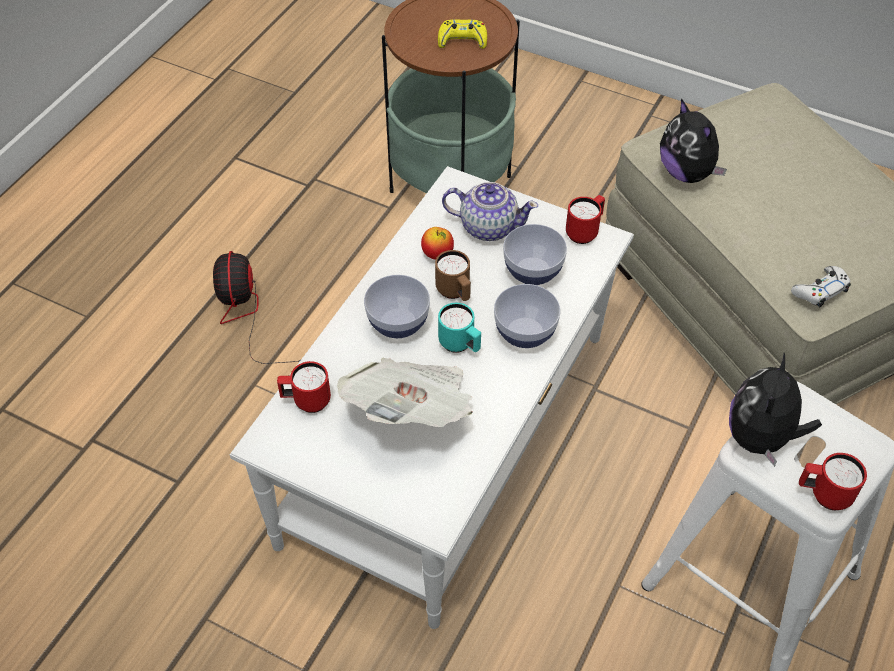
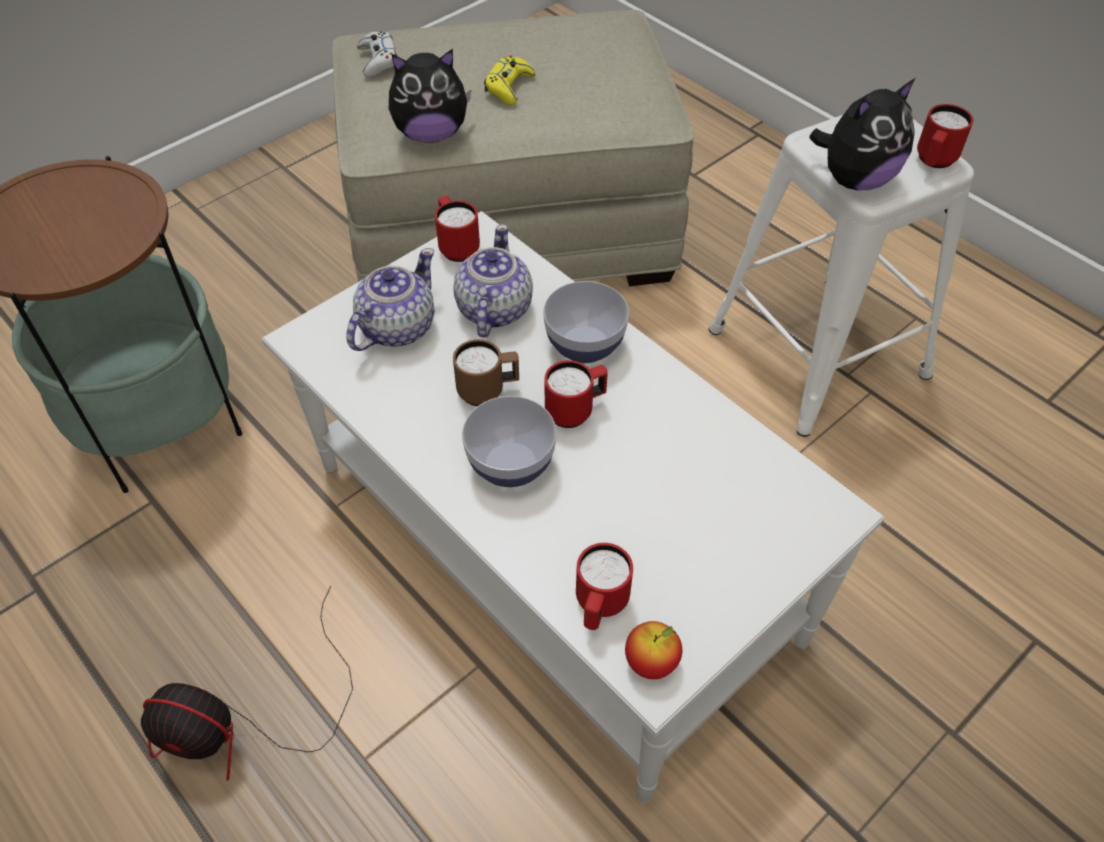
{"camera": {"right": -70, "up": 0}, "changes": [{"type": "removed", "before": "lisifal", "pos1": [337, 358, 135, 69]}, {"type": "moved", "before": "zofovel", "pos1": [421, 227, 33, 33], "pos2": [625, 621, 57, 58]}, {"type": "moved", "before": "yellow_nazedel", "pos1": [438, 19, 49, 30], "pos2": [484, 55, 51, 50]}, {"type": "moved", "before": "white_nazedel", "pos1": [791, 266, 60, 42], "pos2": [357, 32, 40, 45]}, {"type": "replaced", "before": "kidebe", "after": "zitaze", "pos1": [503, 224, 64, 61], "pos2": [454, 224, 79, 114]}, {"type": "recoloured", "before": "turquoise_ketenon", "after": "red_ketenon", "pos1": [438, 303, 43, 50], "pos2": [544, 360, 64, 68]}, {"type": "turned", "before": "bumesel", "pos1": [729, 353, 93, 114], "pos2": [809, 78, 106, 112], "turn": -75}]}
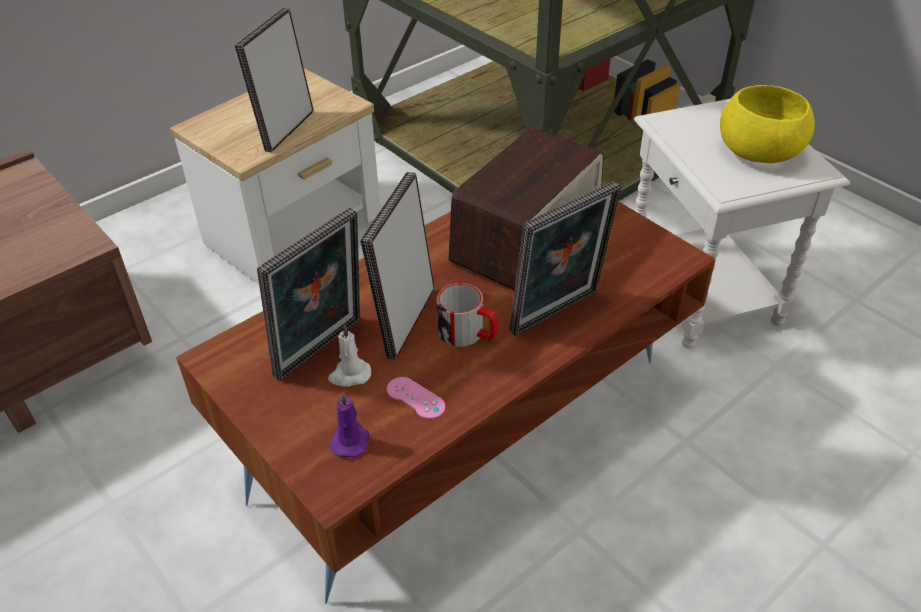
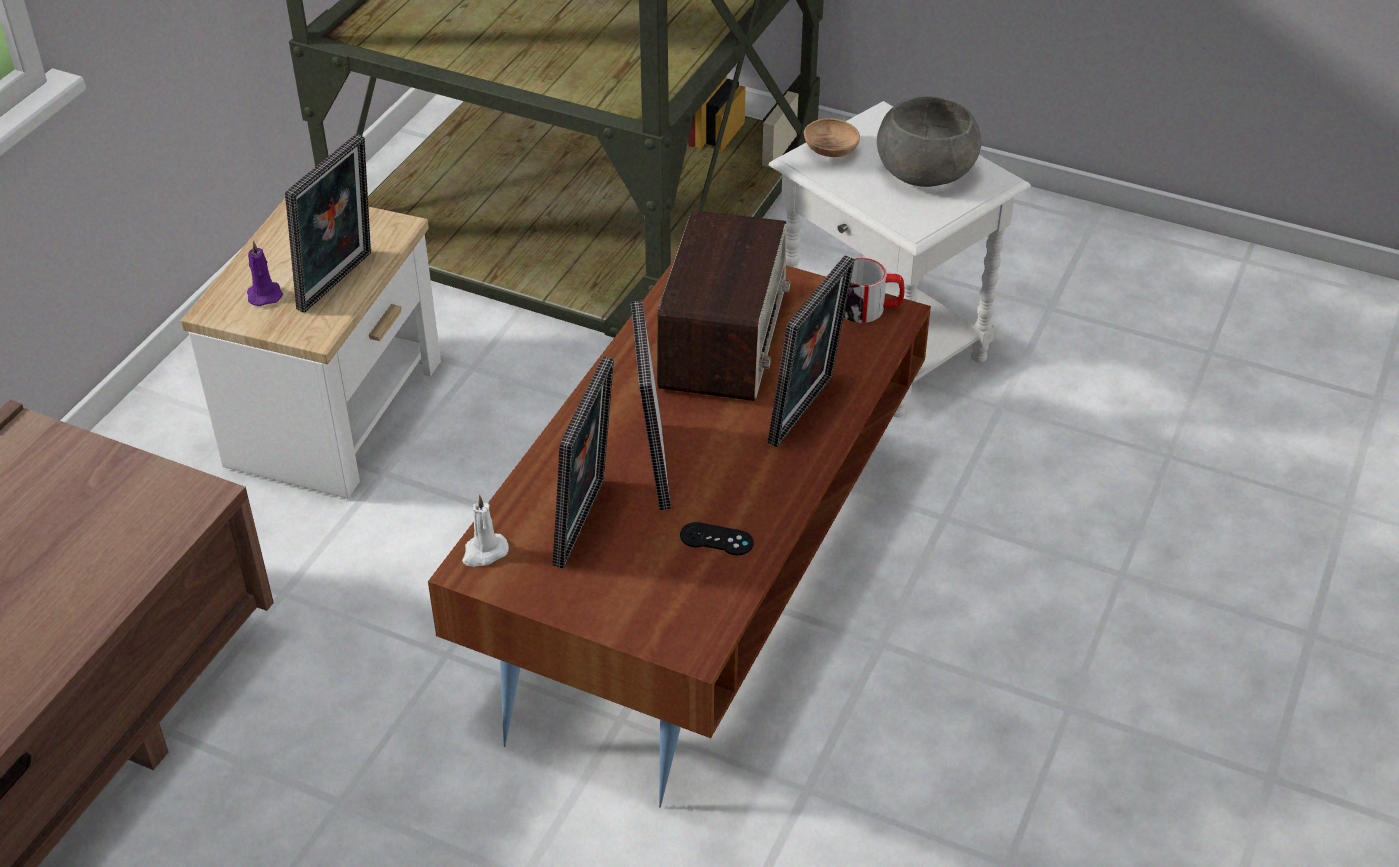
{"camera": {"right": -25, "up": 0}, "changes": [{"type": "added", "after": "brown_kidebe", "pos2": [804, 118, 56, 39]}, {"type": "moved", "before": "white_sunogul", "pos1": [328, 324, 43, 63], "pos2": [462, 495, 47, 72]}, {"type": "moved", "before": "purple_sunogul", "pos1": [329, 392, 40, 65], "pos2": [247, 240, 36, 66]}, {"type": "moved", "before": "ketenon", "pos1": [437, 283, 61, 64], "pos2": [844, 258, 61, 65]}, {"type": "recoloured", "before": "pink_nazedel", "after": "black_nazedel", "pos1": [387, 377, 58, 42], "pos2": [680, 522, 74, 33]}, {"type": "recoloured", "before": "yellow_kidebe", "after": "grey_kidebe", "pos1": [720, 85, 95, 78], "pos2": [877, 96, 105, 91]}, {"type": "turned", "before": "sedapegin", "pos1": [235, 8, 79, 144], "pos2": [285, 134, 86, 179], "turn": -150}]}
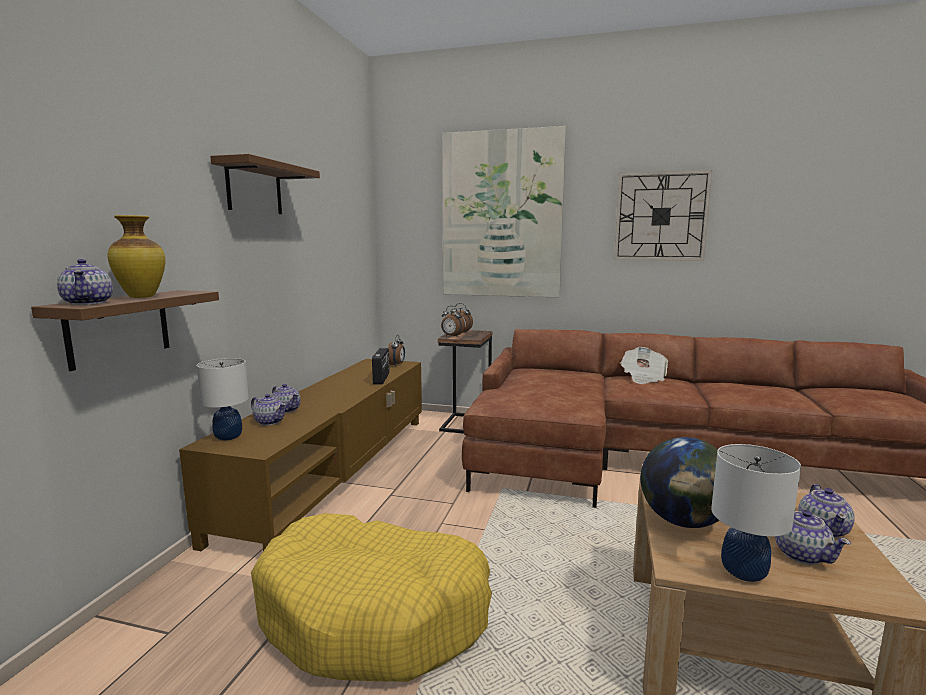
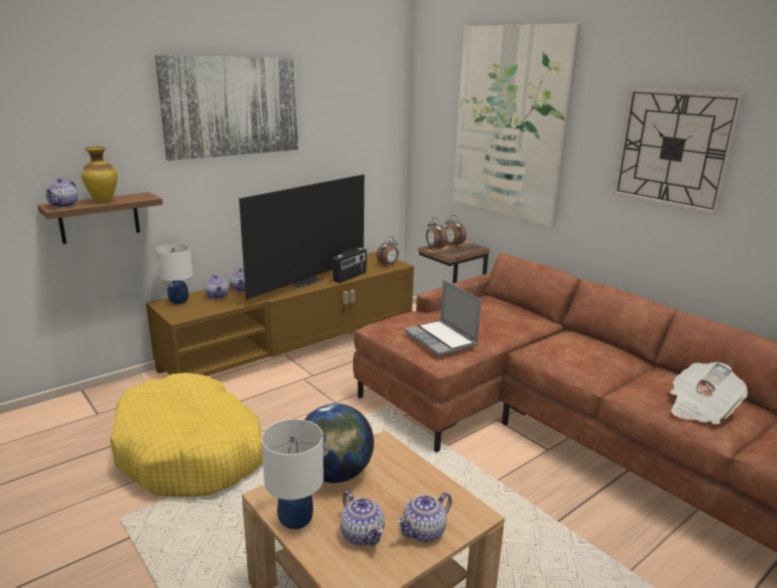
{"camera": {"right": 35, "up": 10}, "changes": [{"type": "added", "after": "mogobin", "pos2": [239, 174, 125, 126]}, {"type": "added", "after": "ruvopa", "pos2": [404, 279, 78, 77]}, {"type": "moved", "before": "lisifal", "pos1": [620, 347, 48, 37], "pos2": [670, 362, 78, 62]}, {"type": "replaced", "before": "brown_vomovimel", "after": "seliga", "pos1": [210, 154, 110, 60], "pos2": [155, 55, 143, 106]}, {"type": "turned", "before": "zitaze", "pos1": [775, 510, 76, 55], "pos2": [340, 491, 45, 55], "turn": -45}]}
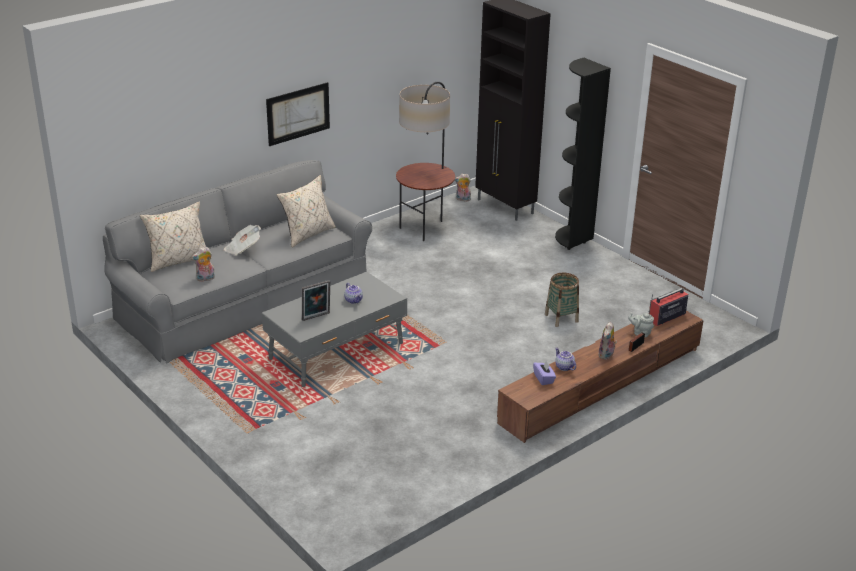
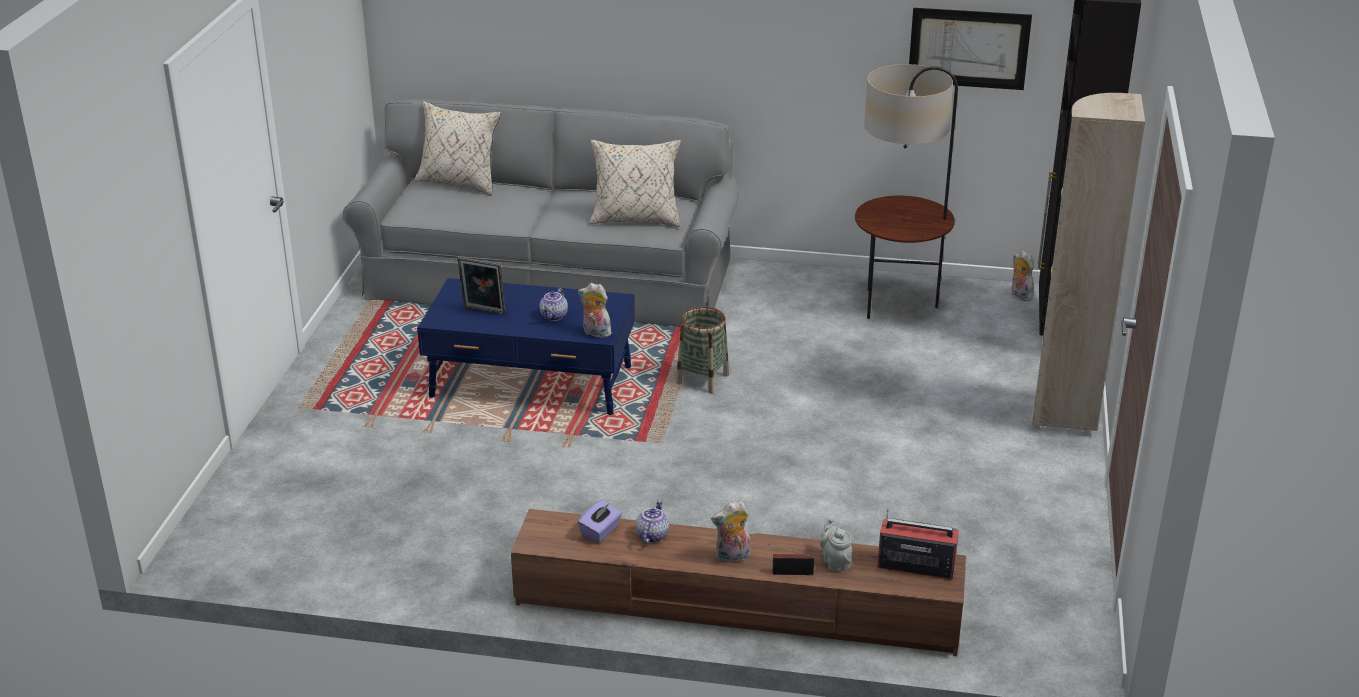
{"camera": {"right": 50, "up": 0}, "changes": [{"type": "removed", "before": "lisifal", "pos1": [224, 225, 37, 31]}, {"type": "moved", "before": "bumesel", "pos1": [191, 247, 24, 35], "pos2": [578, 283, 36, 55]}, {"type": "moved", "before": "seliga", "pos1": [266, 82, 64, 64], "pos2": [909, 8, 123, 82]}, {"type": "moved", "before": "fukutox", "pos1": [545, 273, 34, 54], "pos2": [676, 306, 53, 87]}, {"type": "recoloured", "before": "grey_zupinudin", "after": "blue_zupinudin", "pos1": [262, 272, 145, 115], "pos2": [417, 278, 218, 137]}, {"type": "recoloured", "before": "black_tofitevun", "after": "beige_tofitevun", "pos1": [555, 58, 56, 192], "pos2": [1032, 93, 113, 340]}]}
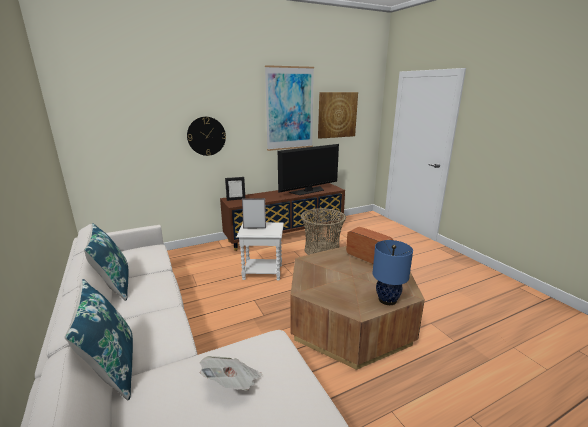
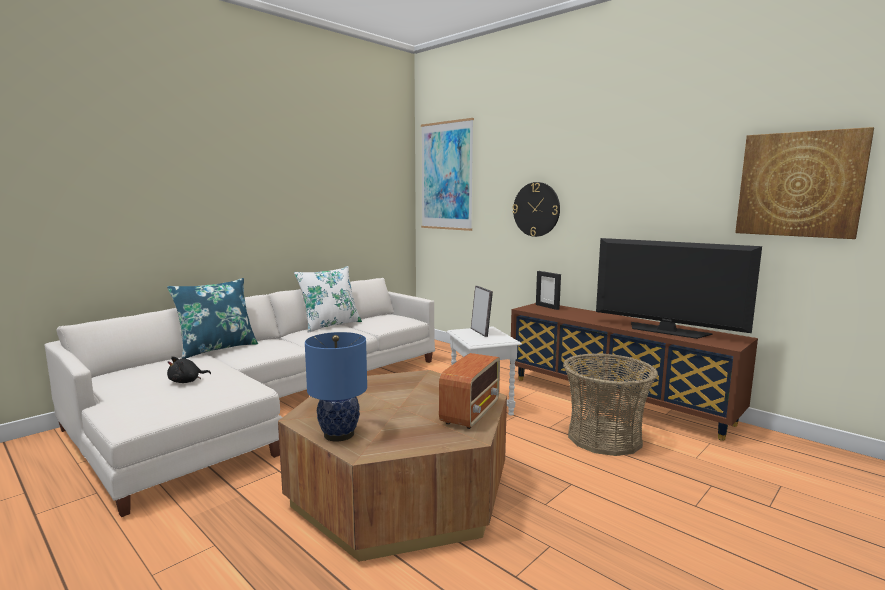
{"camera": {"right": 70, "up": -10}, "changes": [{"type": "moved", "before": "seliga", "pos1": [265, 65, 49, 86], "pos2": [421, 118, 53, 113]}, {"type": "replaced", "before": "lisifal", "after": "black_bumesel", "pos1": [199, 356, 63, 35], "pos2": [167, 357, 44, 26]}, {"type": "recoloured", "before": "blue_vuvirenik", "after": "white_vuvirenik", "pos1": [84, 223, 45, 78], "pos2": [294, 266, 68, 67]}]}
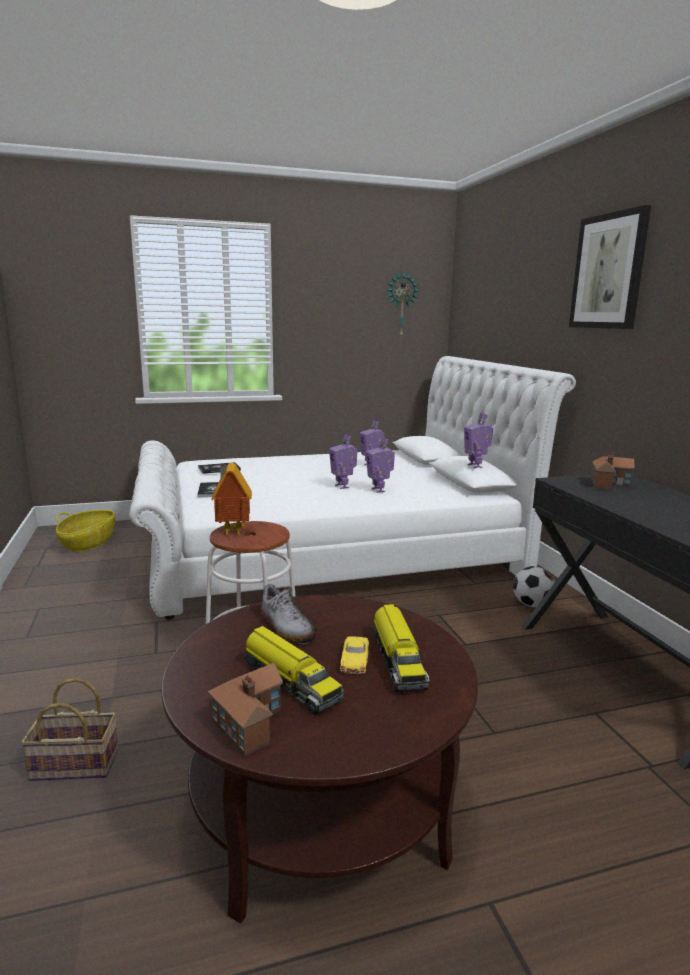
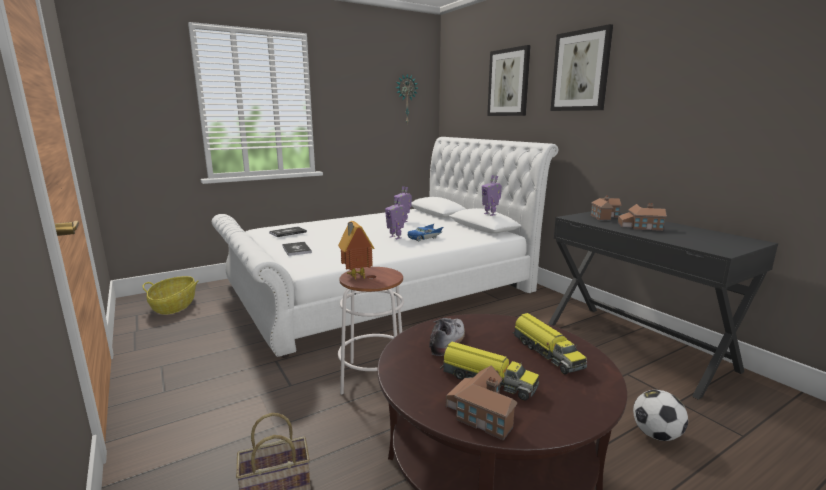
{"camera": {"right": -15, "up": 0}, "changes": [{"type": "removed", "before": "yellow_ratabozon", "pos1": [340, 636, 29, 39]}, {"type": "added", "after": "seliga", "pos2": [487, 45, 44, 71]}, {"type": "added", "after": "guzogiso", "pos2": [618, 203, 49, 28]}, {"type": "moved", "before": "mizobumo", "pos1": [513, 566, 42, 42], "pos2": [633, 390, 55, 51]}, {"type": "replaced", "before": "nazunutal", "after": "blue_ratabozon", "pos1": [366, 437, 29, 56], "pos2": [408, 224, 35, 17]}, {"type": "turned", "before": "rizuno", "pos1": [261, 584, 56, 60], "pos2": [429, 318, 36, 38], "turn": -105}]}
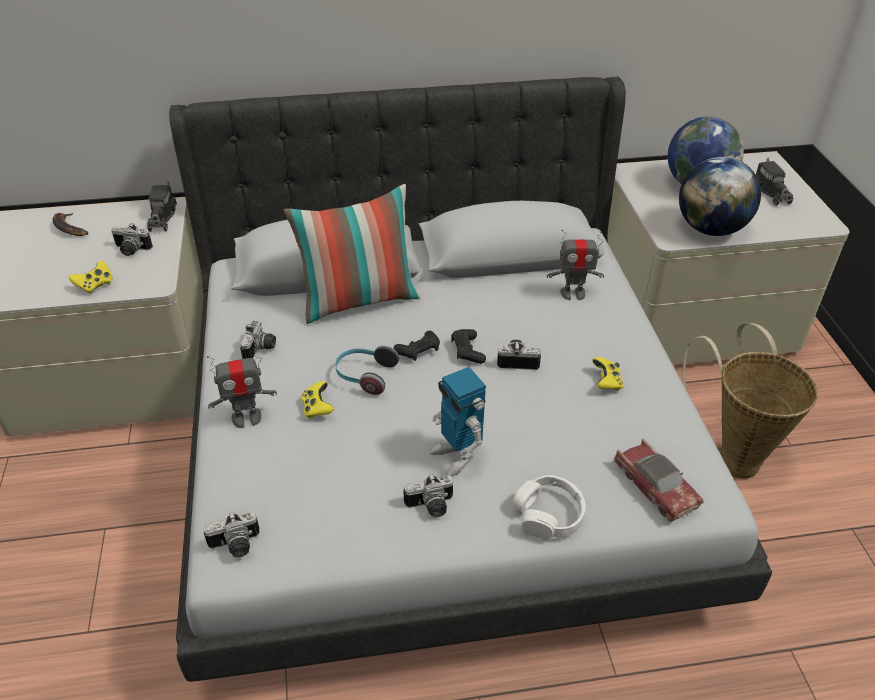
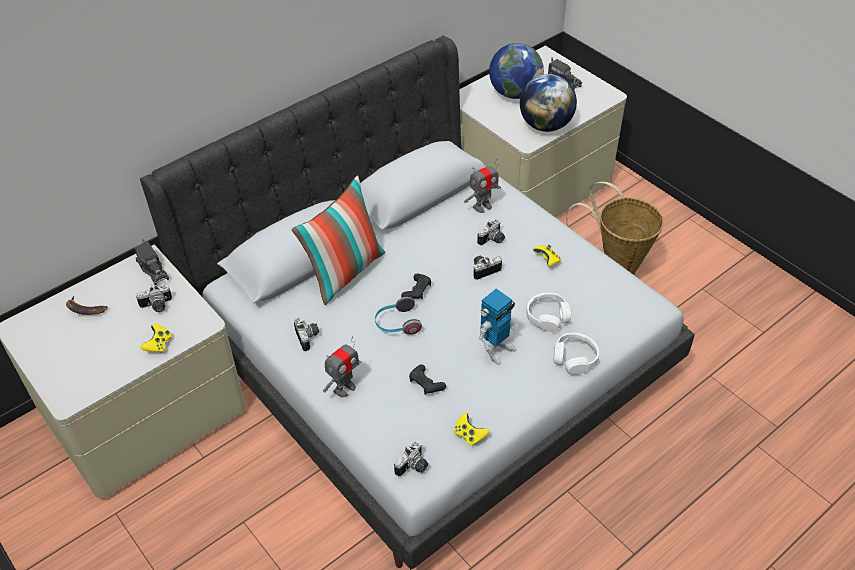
{"camera": {"right": -30, "up": 5}, "changes": [{"type": "removed", "before": "ratabozon", "pos1": [614, 438, 90, 84]}, {"type": "added", "after": "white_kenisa", "pos2": [527, 292, 44, 40]}, {"type": "moved", "before": "yellow_nazedel", "pos1": [301, 381, 33, 38], "pos2": [454, 413, 35, 33]}, {"type": "moved", "before": "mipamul", "pos1": [403, 474, 50, 44], "pos2": [477, 219, 28, 27]}, {"type": "moved", "before": "black_nazedel", "pos1": [451, 329, 35, 35], "pos2": [409, 364, 37, 31]}, {"type": "turned", "before": "nazunutal", "pos1": [429, 367, 57, 110], "pos2": [479, 289, 38, 76], "turn": -75}]}
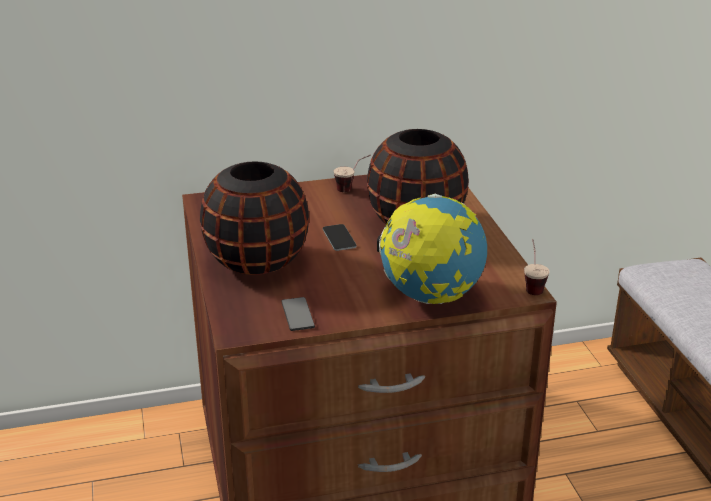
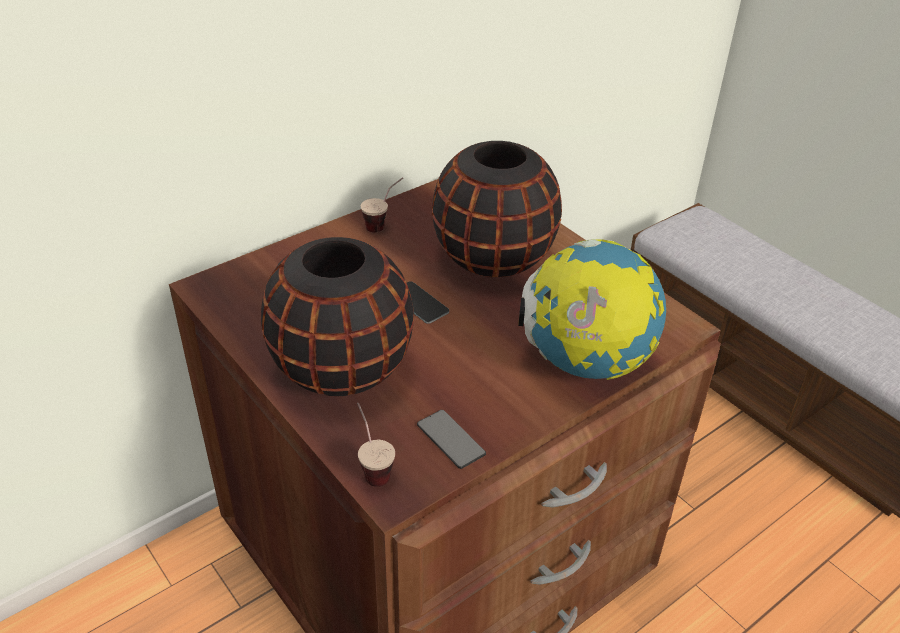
{"camera": {"right": -25, "up": 10}, "changes": [{"type": "moved", "before": "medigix", "pos1": [524, 239, 26, 56], "pos2": [357, 403, 38, 84]}]}
